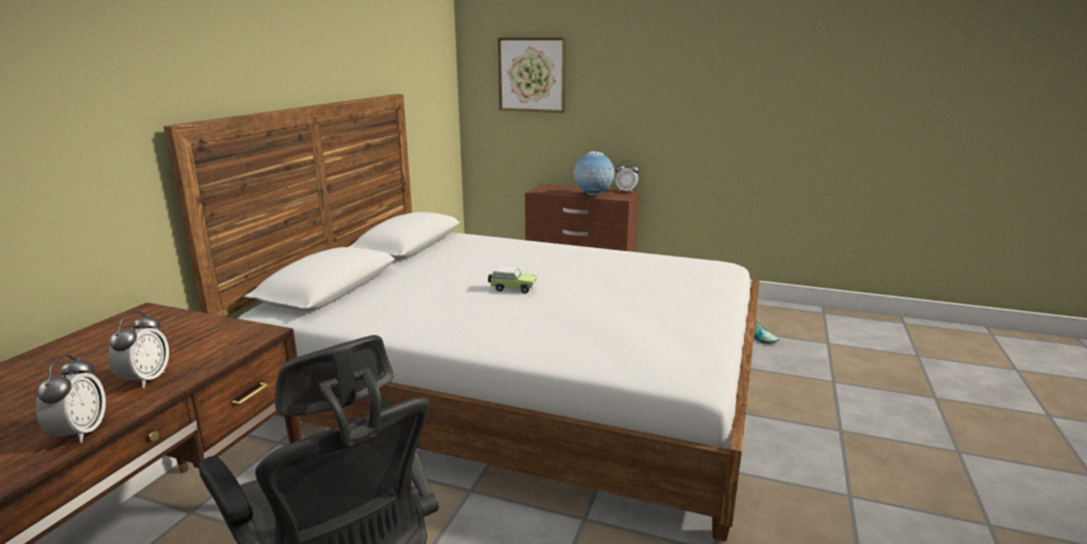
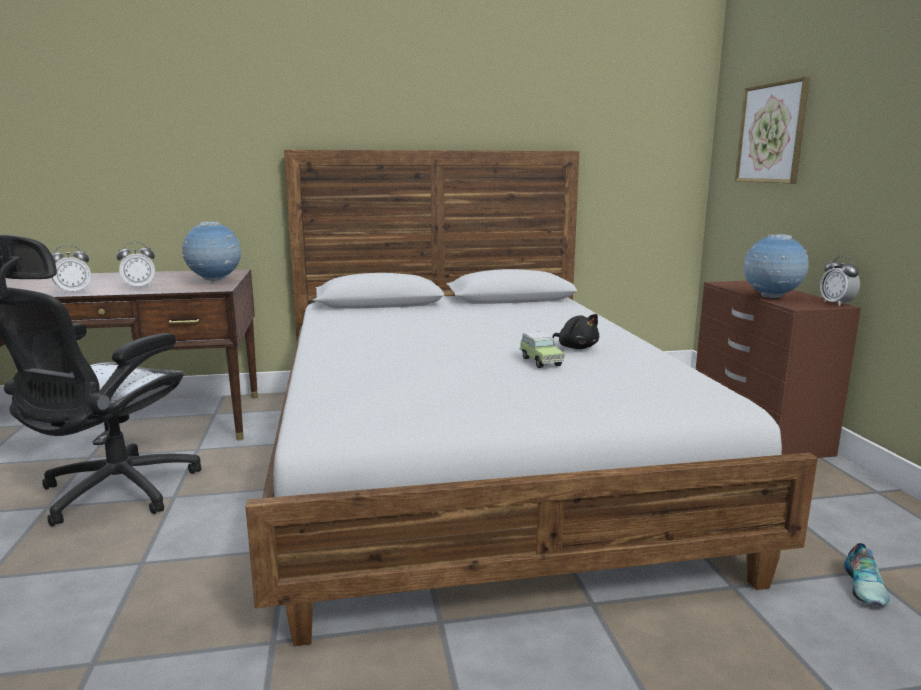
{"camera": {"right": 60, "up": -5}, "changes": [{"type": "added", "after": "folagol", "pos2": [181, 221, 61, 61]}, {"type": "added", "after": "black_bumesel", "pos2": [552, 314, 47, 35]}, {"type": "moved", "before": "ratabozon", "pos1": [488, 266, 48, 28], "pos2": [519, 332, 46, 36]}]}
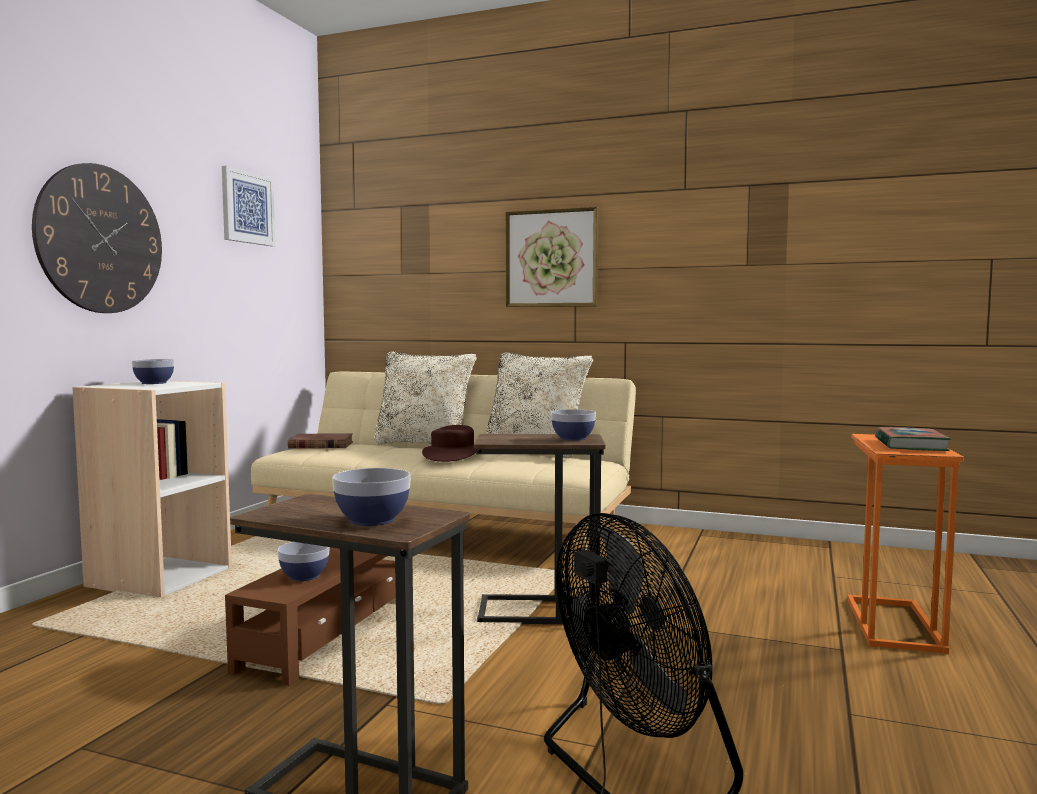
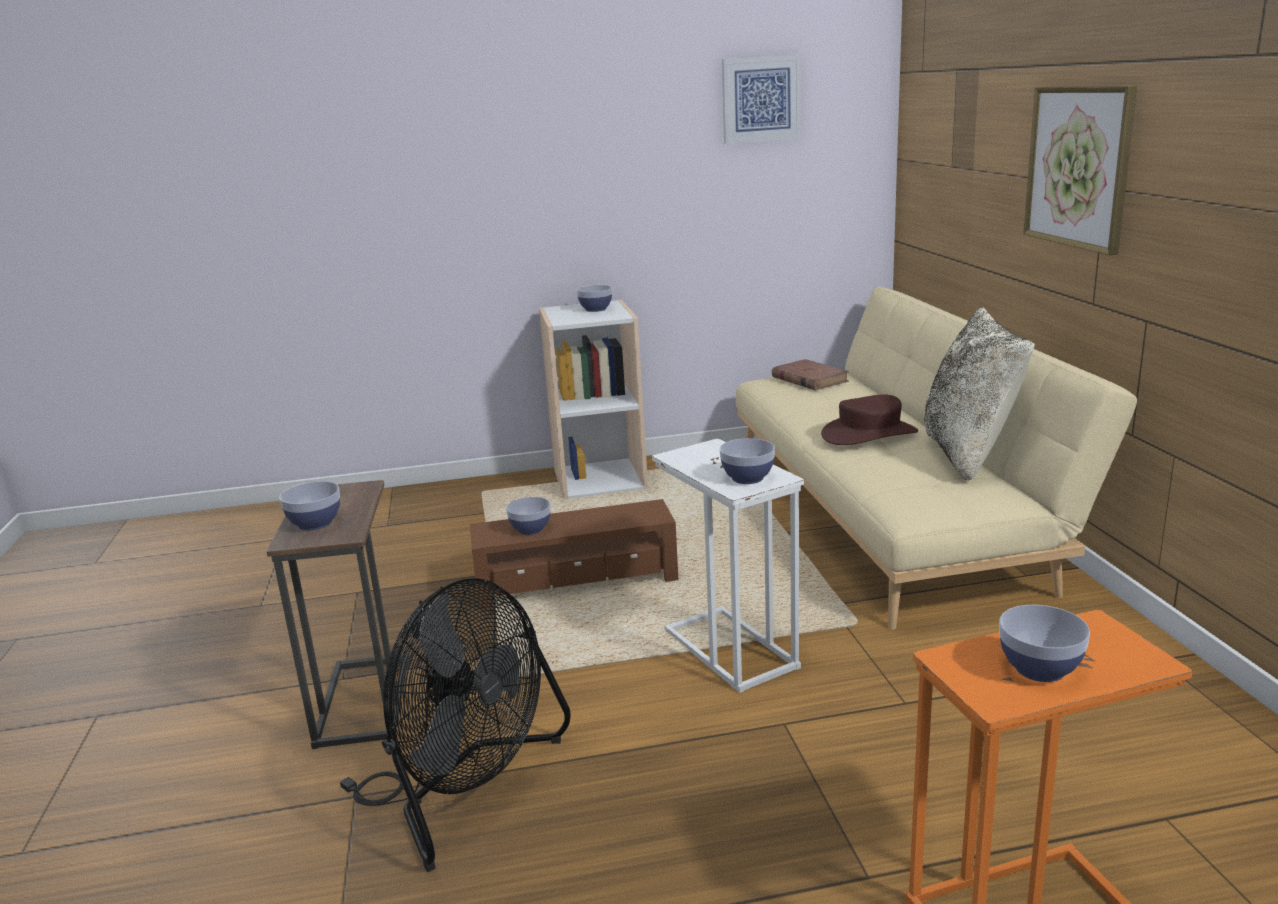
{"camera": {"right": 60, "up": 15}, "changes": [{"type": "removed", "before": "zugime", "pos1": [32, 163, 130, 150]}, {"type": "removed", "before": "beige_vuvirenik", "pos1": [374, 351, 103, 94]}, {"type": "replaced", "before": "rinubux", "after": "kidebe", "pos1": [875, 427, 76, 24], "pos2": [999, 605, 91, 77]}, {"type": "recoloured", "before": "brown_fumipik", "after": "white_fumipik", "pos1": [474, 434, 132, 190], "pos2": [652, 439, 152, 254]}]}
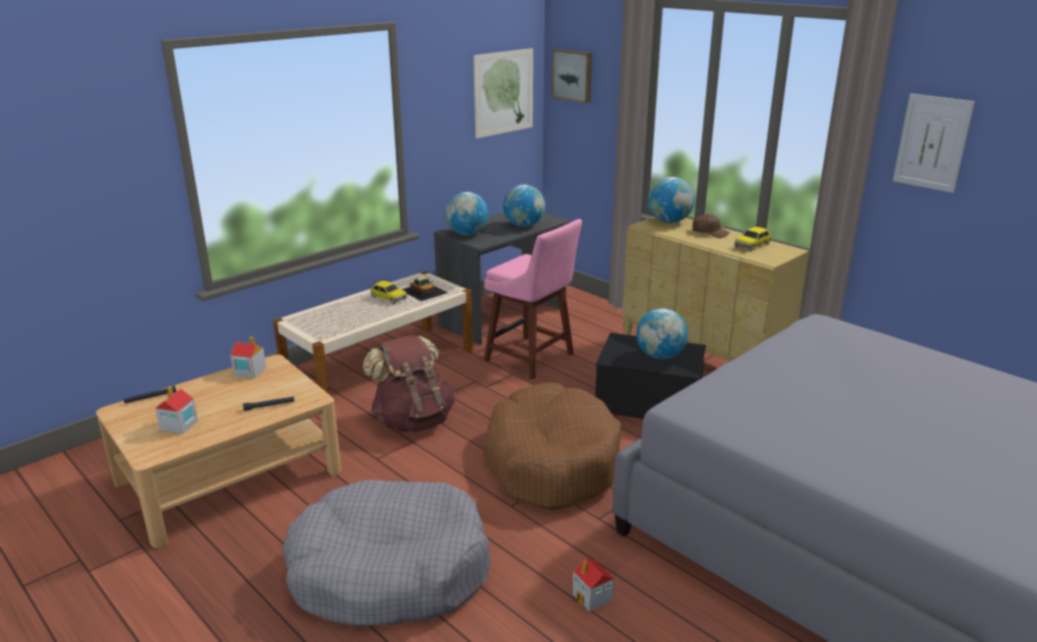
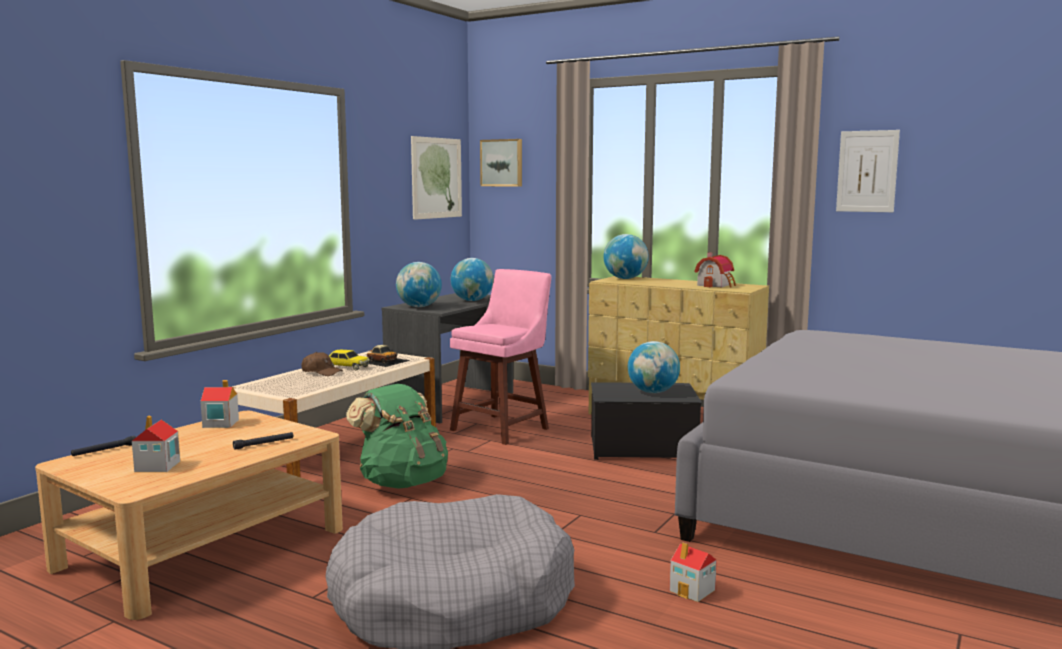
{"camera": {"right": -15, "up": -15}, "changes": [{"type": "removed", "before": "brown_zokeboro", "pos1": [483, 382, 138, 128]}, {"type": "moved", "before": "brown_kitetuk", "pos1": [692, 214, 38, 24], "pos2": [301, 352, 42, 24]}, {"type": "replaced", "before": "ratabozon", "after": "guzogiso", "pos1": [735, 227, 36, 24], "pos2": [695, 253, 41, 34]}, {"type": "recoloured", "before": "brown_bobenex", "after": "green_bobenex", "pos1": [363, 335, 92, 97], "pos2": [346, 384, 102, 105]}, {"type": "turned", "before": "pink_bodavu", "pos1": [484, 219, 98, 160], "pos2": [450, 269, 101, 176], "turn": -75}]}
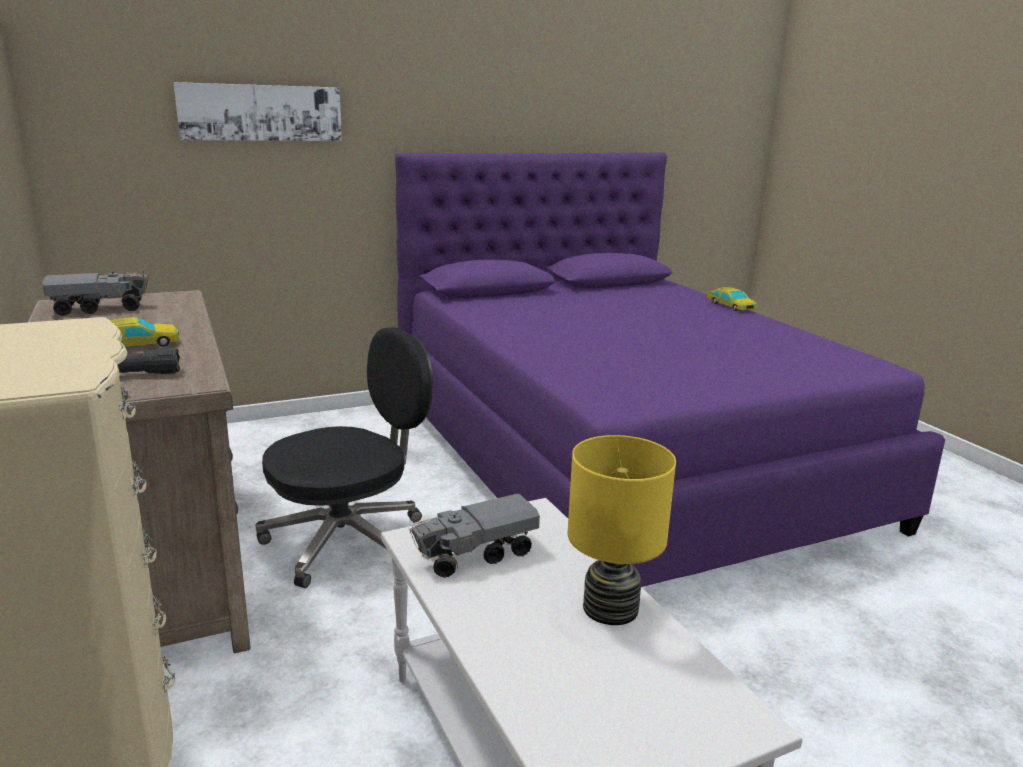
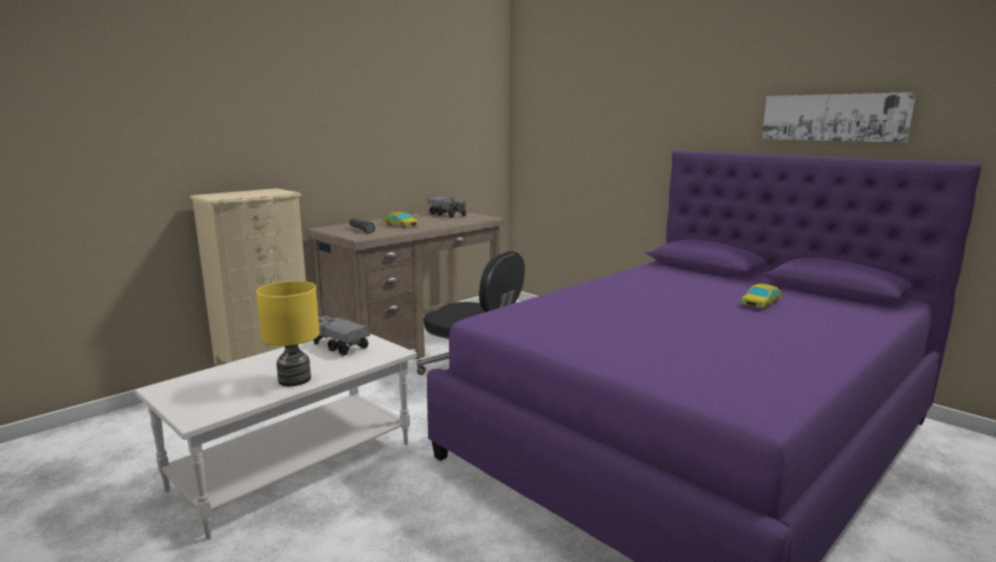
{"camera": {"right": 70, "up": -5}, "changes": [{"type": "moved", "before": "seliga", "pos1": [174, 82, 168, 59], "pos2": [762, 92, 154, 51]}, {"type": "moved", "before": "ratabozon", "pos1": [706, 287, 52, 24], "pos2": [740, 283, 42, 26]}]}
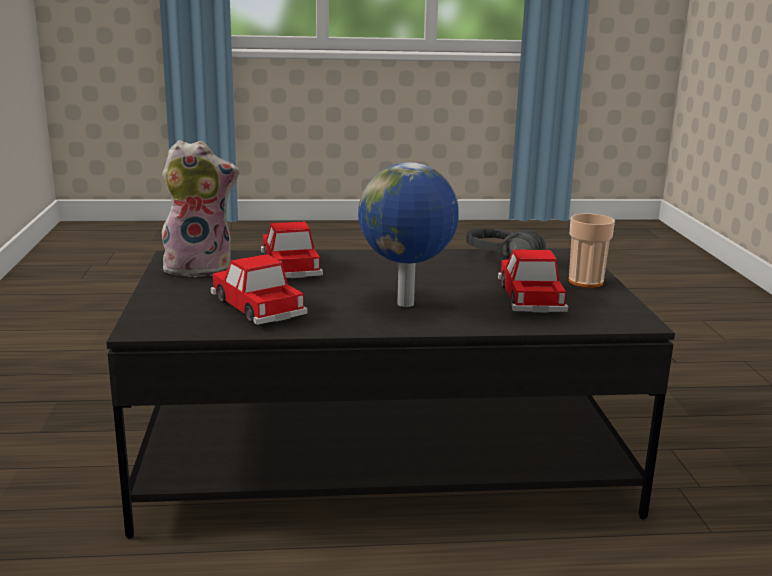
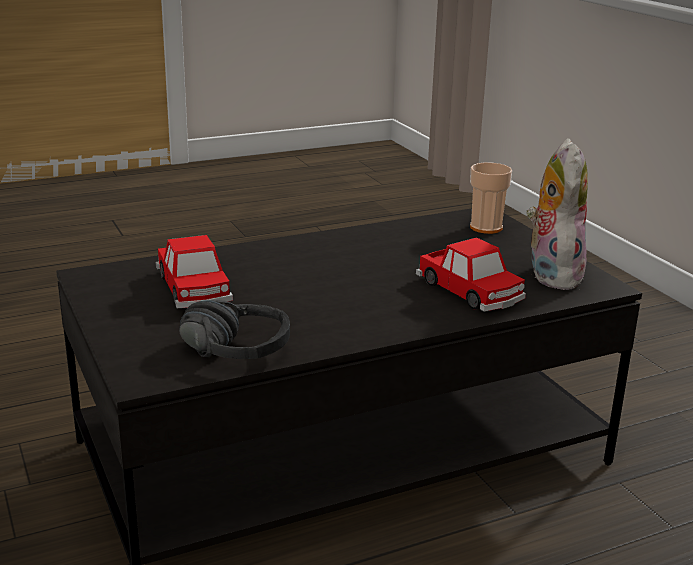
{"camera": {"right": 160, "up": 5}, "changes": [{"type": "removed", "before": "ratabozon", "pos1": [211, 254, 97, 71]}, {"type": "removed", "before": "folagol", "pos1": [358, 162, 101, 145]}, {"type": "moved", "before": "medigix", "pos1": [569, 214, 46, 74], "pos2": [470, 162, 42, 72]}, {"type": "turned", "before": "bumesel", "pos1": [162, 140, 77, 137], "pos2": [527, 138, 61, 152], "turn": 120}]}
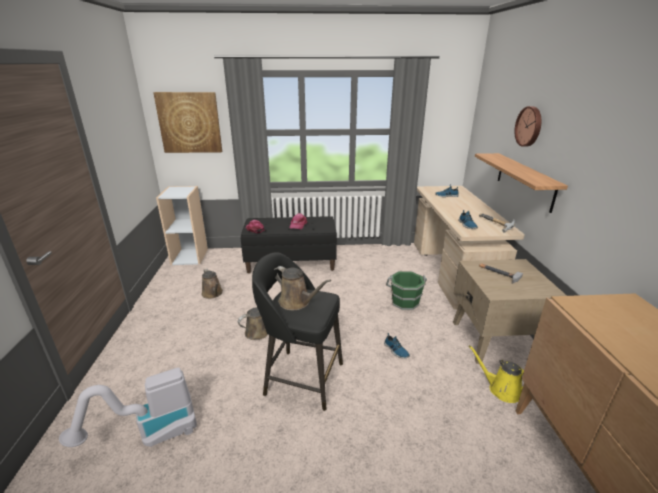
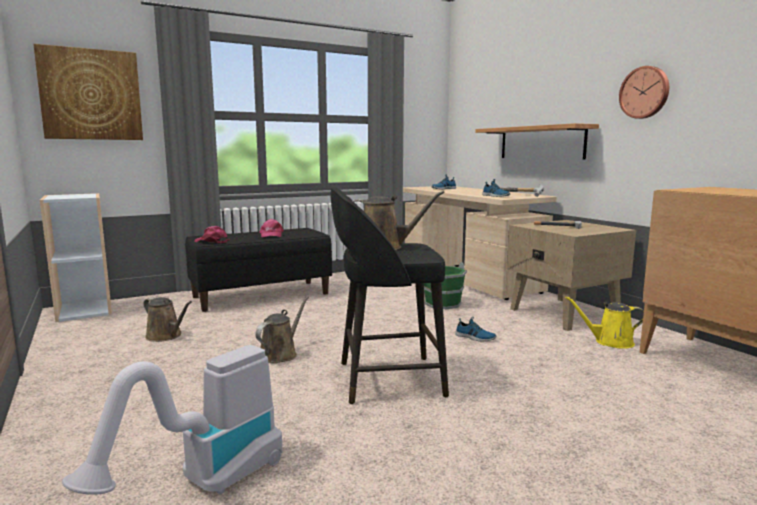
{"camera": {"right": -25, "up": -15}, "changes": [{"type": "moved", "before": "zugime", "pos1": [515, 106, 26, 41], "pos2": [619, 66, 50, 53]}]}
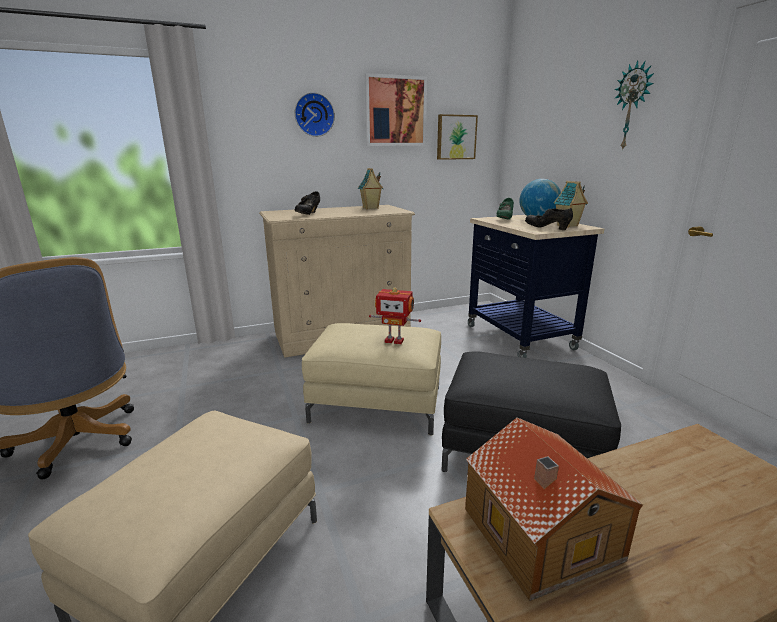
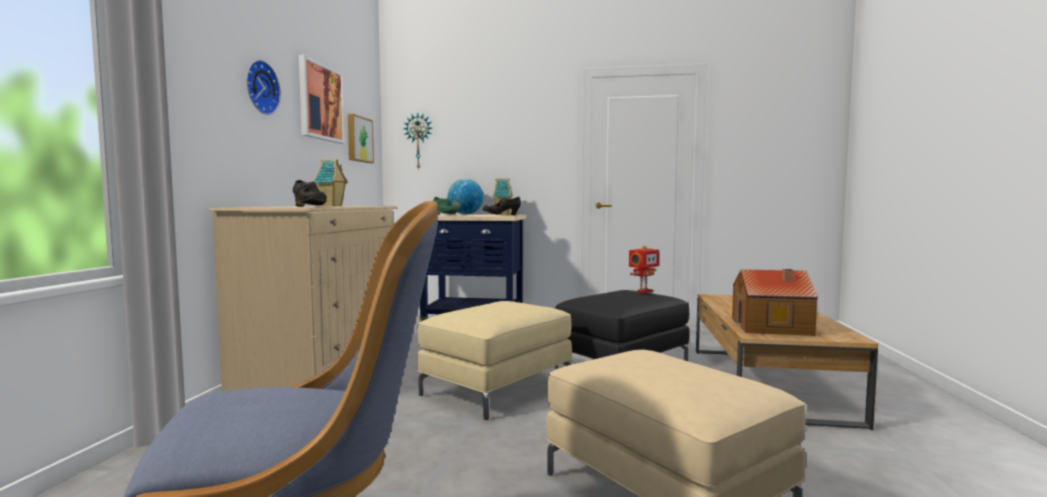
{"camera": {"right": -60, "up": -15}, "changes": [{"type": "moved", "before": "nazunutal", "pos1": [369, 287, 52, 57], "pos2": [629, 245, 30, 48]}, {"type": "moved", "before": "zugime", "pos1": [614, 60, 40, 91], "pos2": [403, 112, 29, 58]}]}
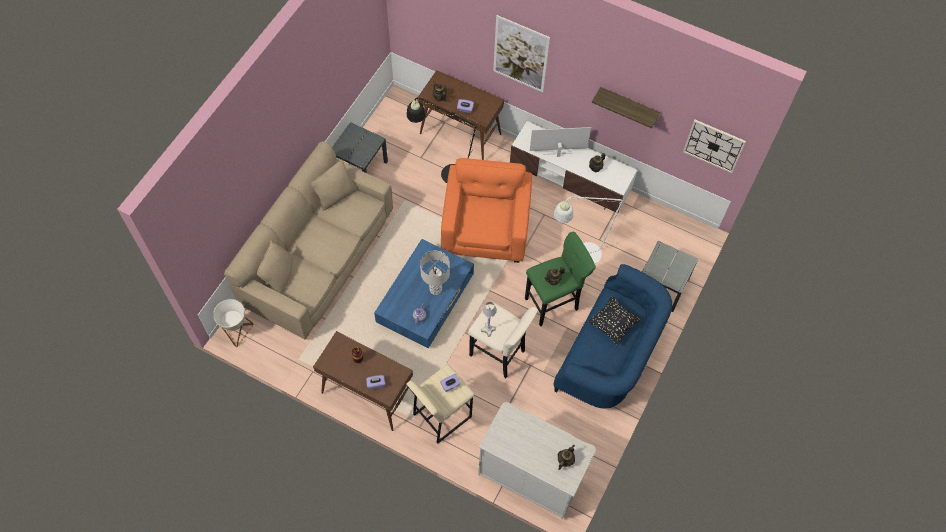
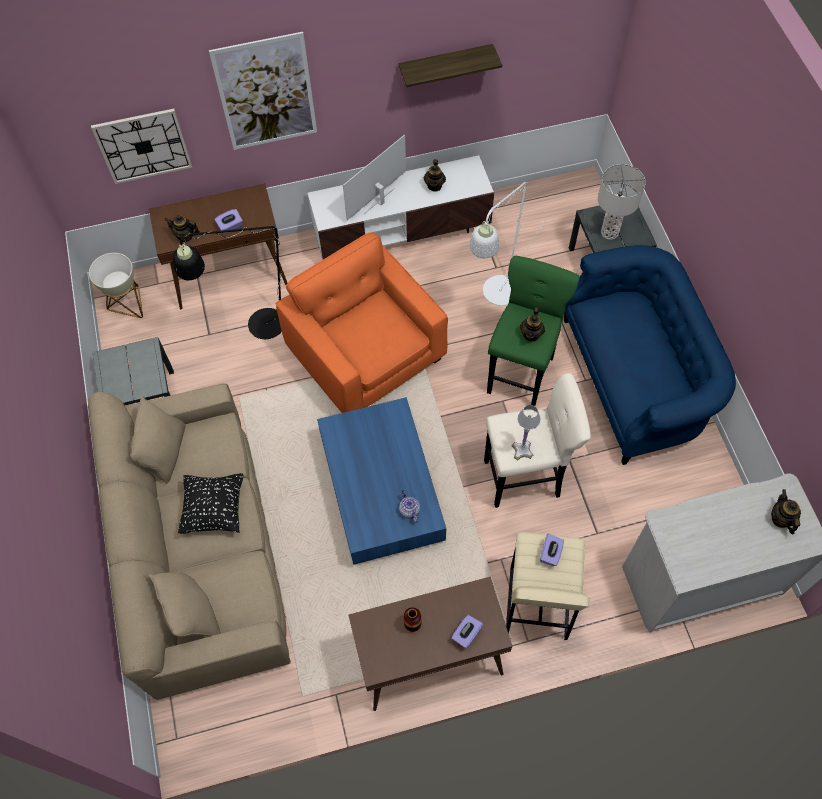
{"camera": {"right": -40, "up": 0}, "changes": [{"type": "moved", "before": "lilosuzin", "pos1": [213, 299, 40, 48], "pos2": [89, 253, 54, 65]}, {"type": "moved", "before": "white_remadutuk", "pos1": [420, 250, 30, 45], "pos2": [598, 164, 48, 76]}, {"type": "moved", "before": "black_vuvirenik", "pos1": [588, 296, 53, 49], "pos2": [178, 473, 65, 61]}, {"type": "moved", "before": "zugime", "pos1": [683, 120, 63, 53], "pos2": [91, 109, 101, 75]}]}
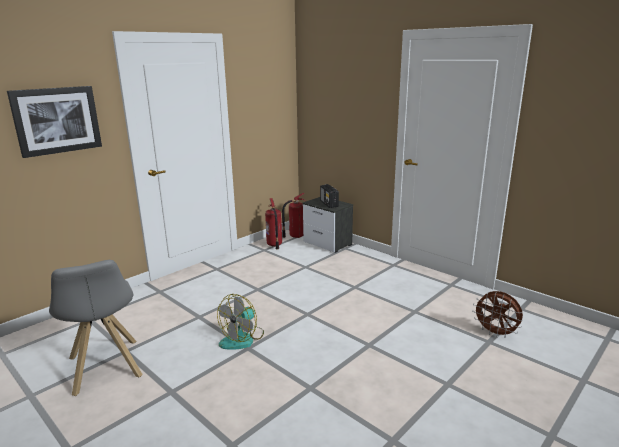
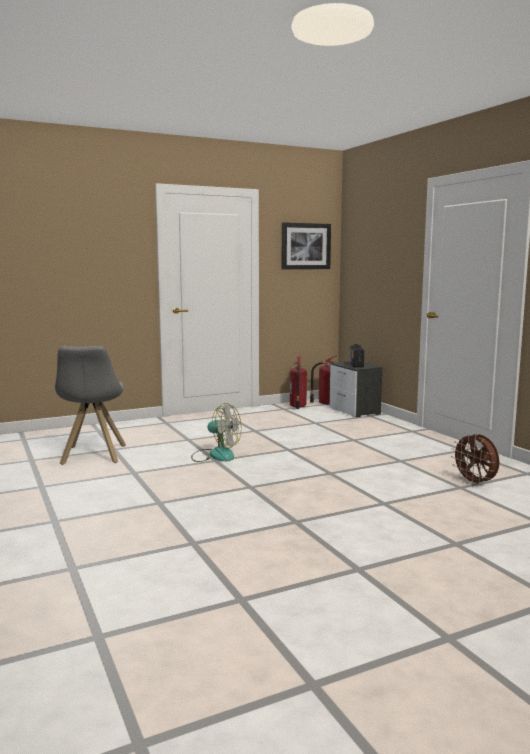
{"camera": {"right": 20, "up": -10}, "changes": [{"type": "moved", "before": "seliga", "pos1": [7, 86, 95, 72], "pos2": [282, 222, 49, 48]}, {"type": "turned", "before": "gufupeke", "pos1": [217, 294, 47, 56], "pos2": [191, 403, 51, 59], "turn": -120}]}
